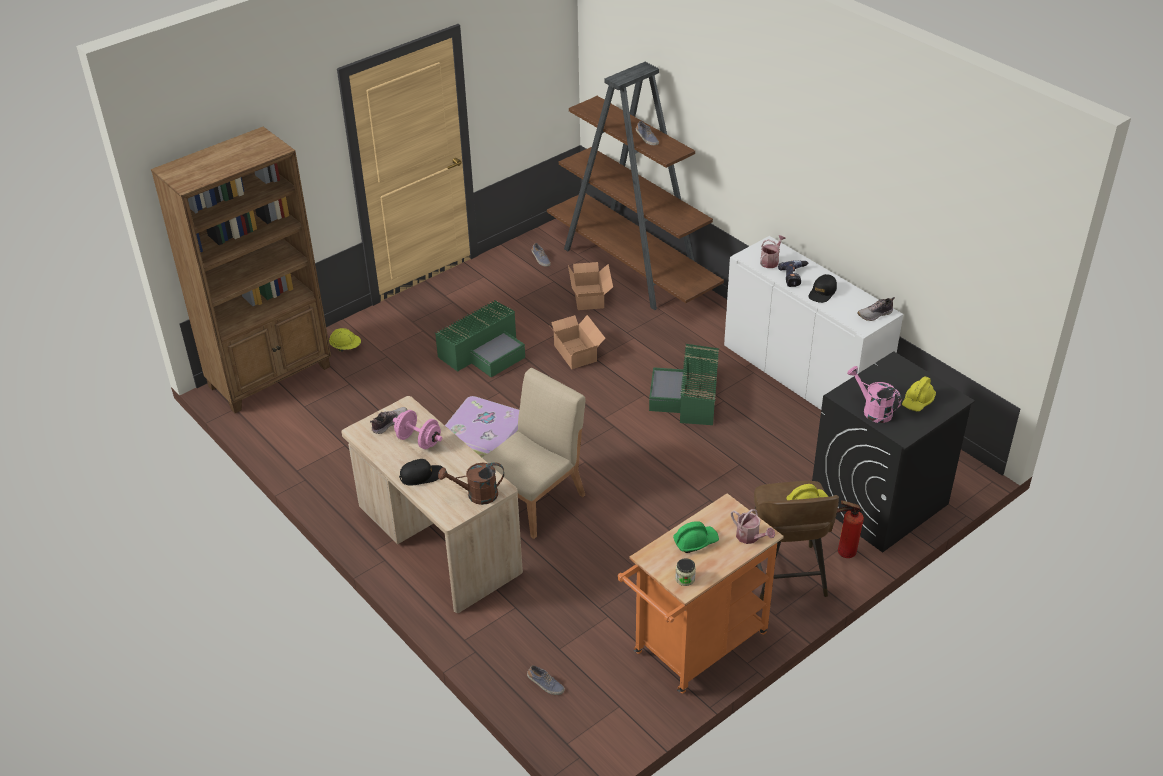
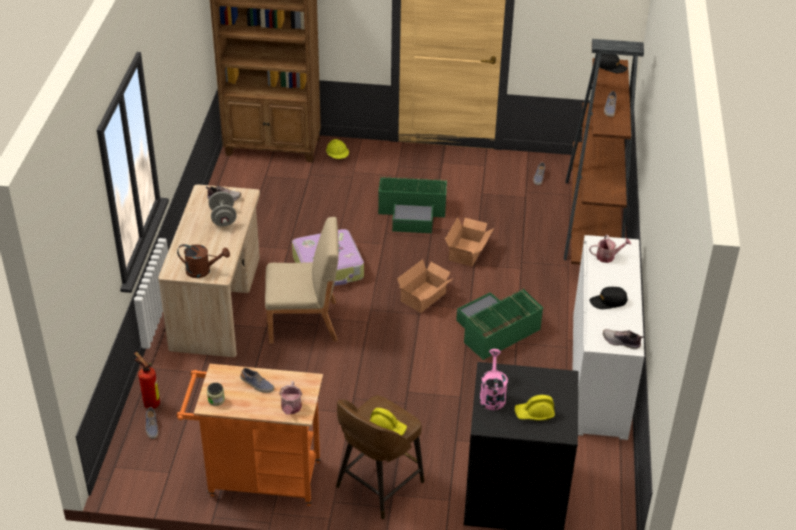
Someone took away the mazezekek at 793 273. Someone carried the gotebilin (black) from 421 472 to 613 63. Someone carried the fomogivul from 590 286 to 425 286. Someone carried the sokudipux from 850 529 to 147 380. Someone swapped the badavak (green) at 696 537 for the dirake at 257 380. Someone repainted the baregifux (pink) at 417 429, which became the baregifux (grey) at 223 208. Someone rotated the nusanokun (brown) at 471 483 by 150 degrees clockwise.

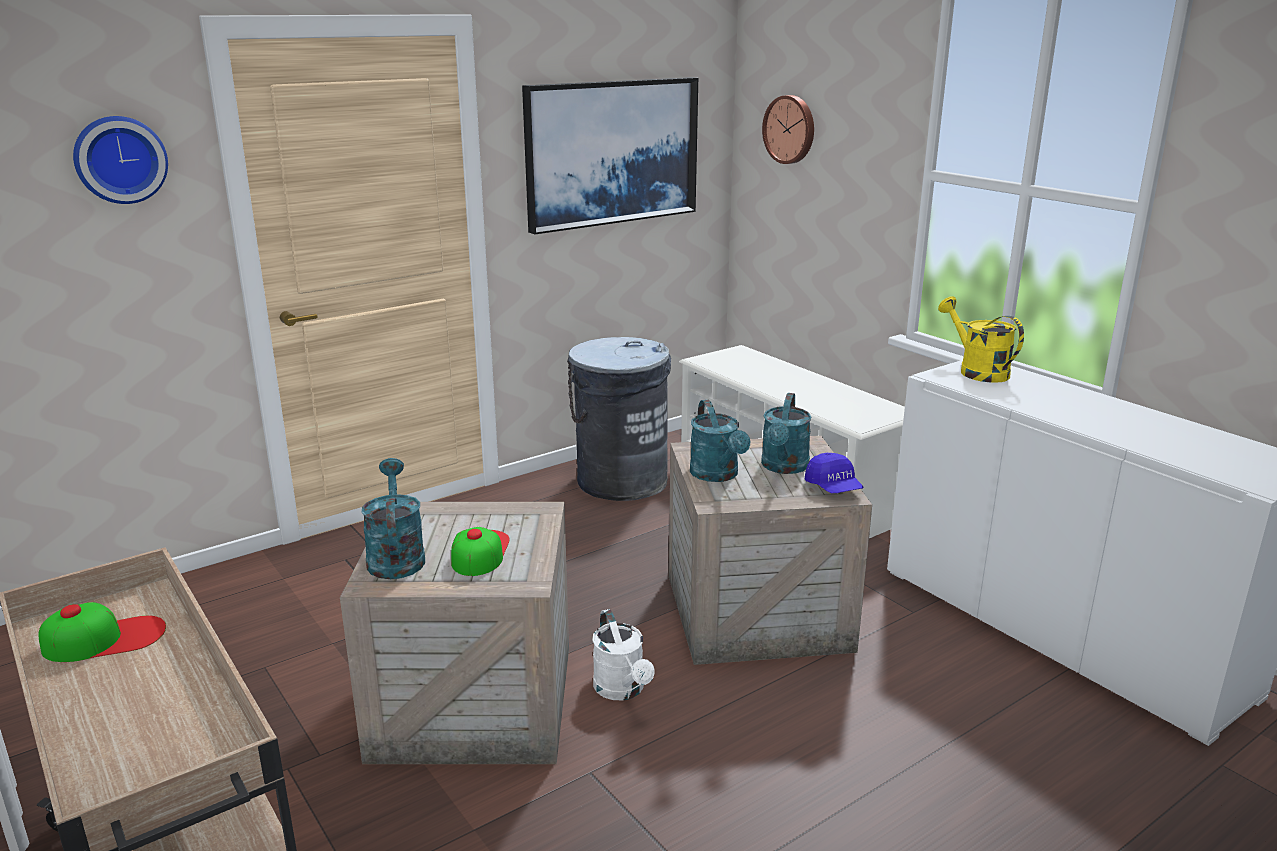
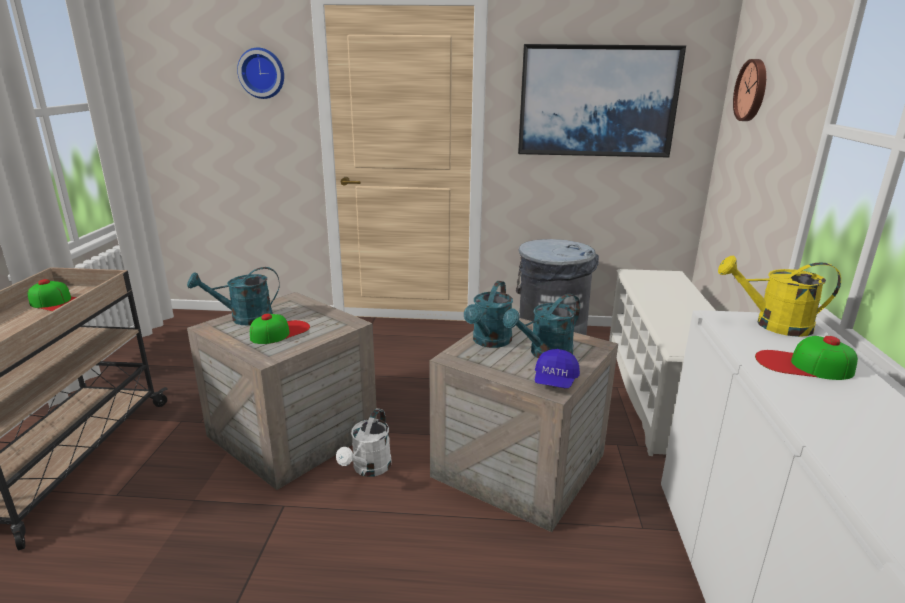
Someone put down the gotebilin at 806 358. Someone rotated the nusanokun (turquoise) at 393 518 by 135 degrees counterclockwise. Someone rotated the nusanokun (yellow) at 981 339 by 90 degrees counterclockwise.

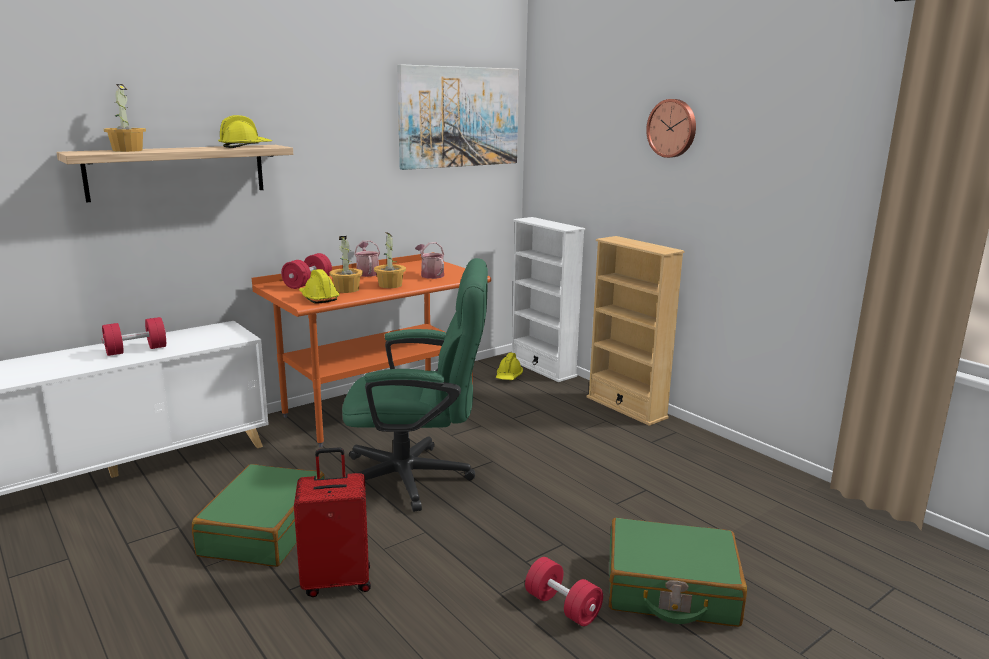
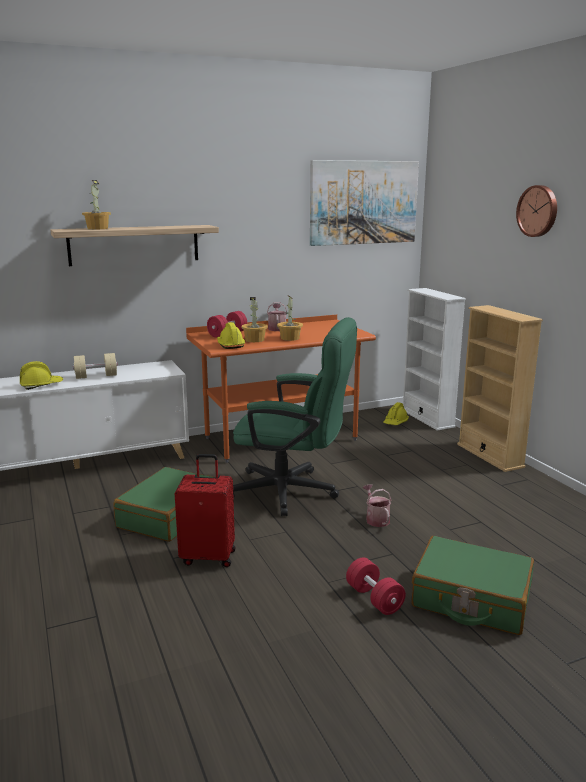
Someone carried the badavak (yellow) from 245 131 to 41 375. Someone carried the nusanokun from 429 260 to 377 505. Someone repainted the baregifux (red) at 134 336, which became the baregifux (beige) at 95 366.

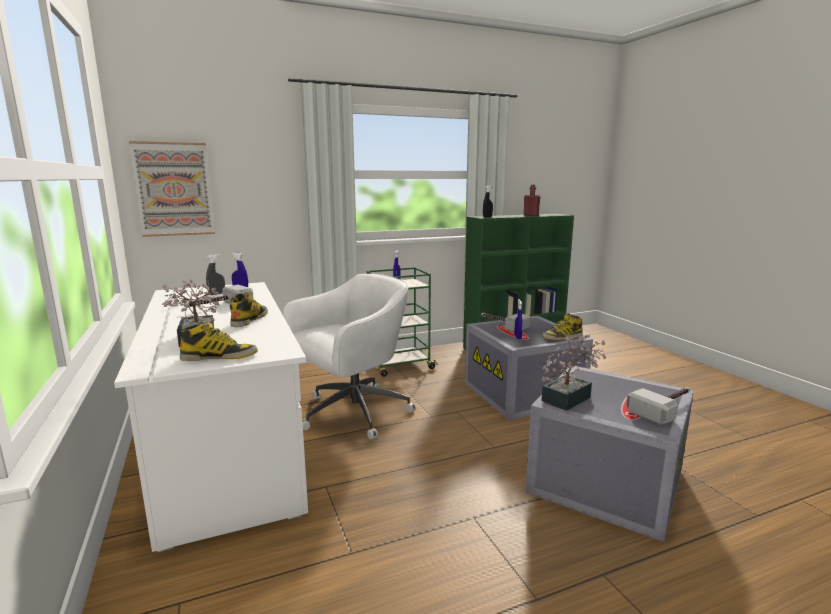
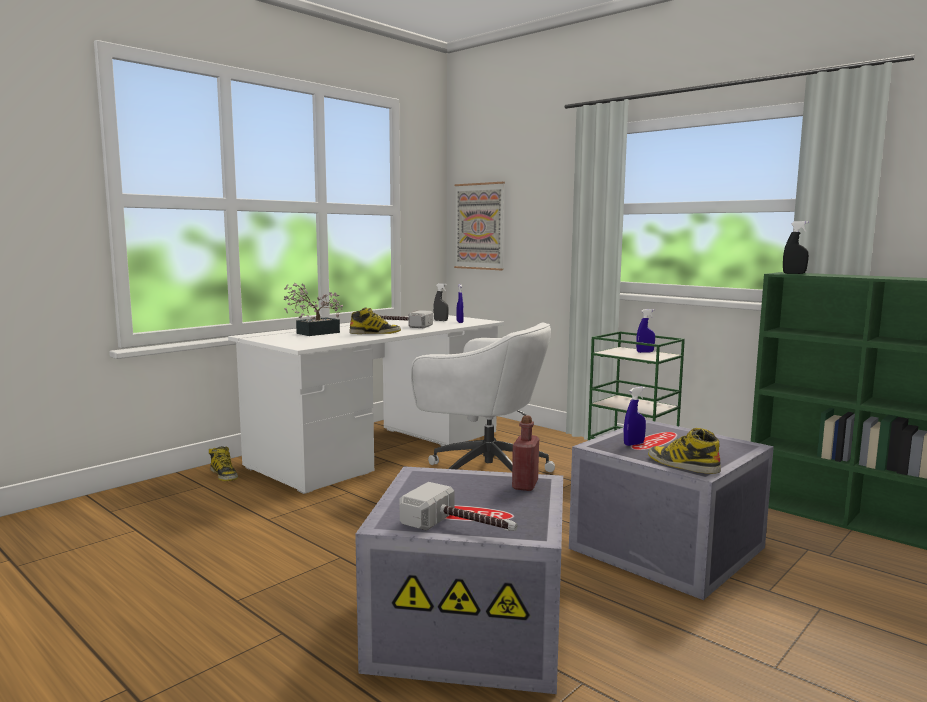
Someone took away the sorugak at 506 322. Someone took away the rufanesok at 573 373. Someone carried the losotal from 219 341 to 223 463. Someone carried the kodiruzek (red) from 532 200 to 525 453.

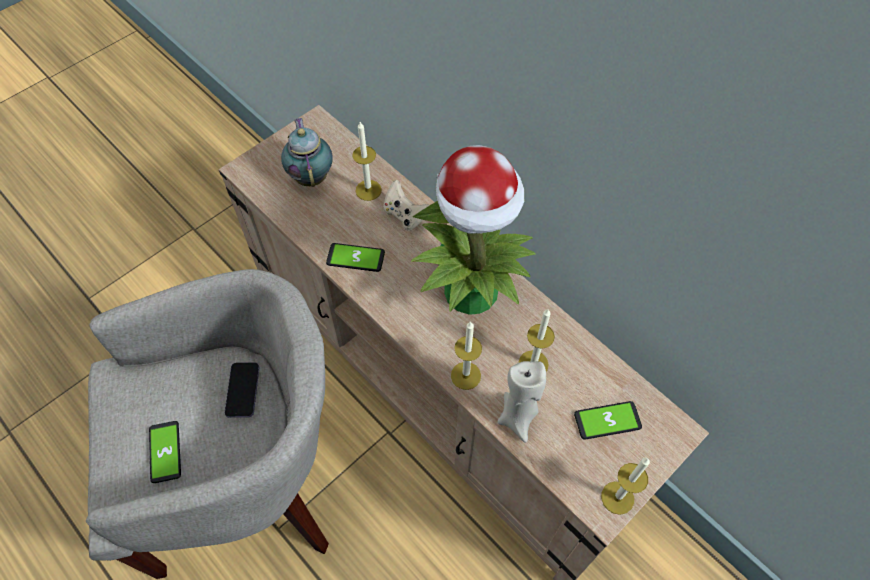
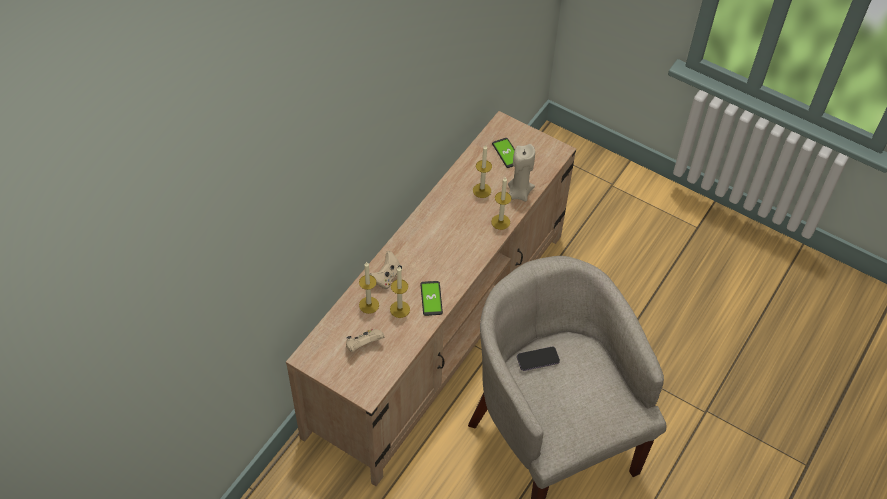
Someone took away the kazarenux at 165 452. Someone took away the rufanesok at 473 230. Someone carried the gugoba from 625 486 to 400 292. Someone swapped the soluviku at 307 152 for the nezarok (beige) at 365 340.

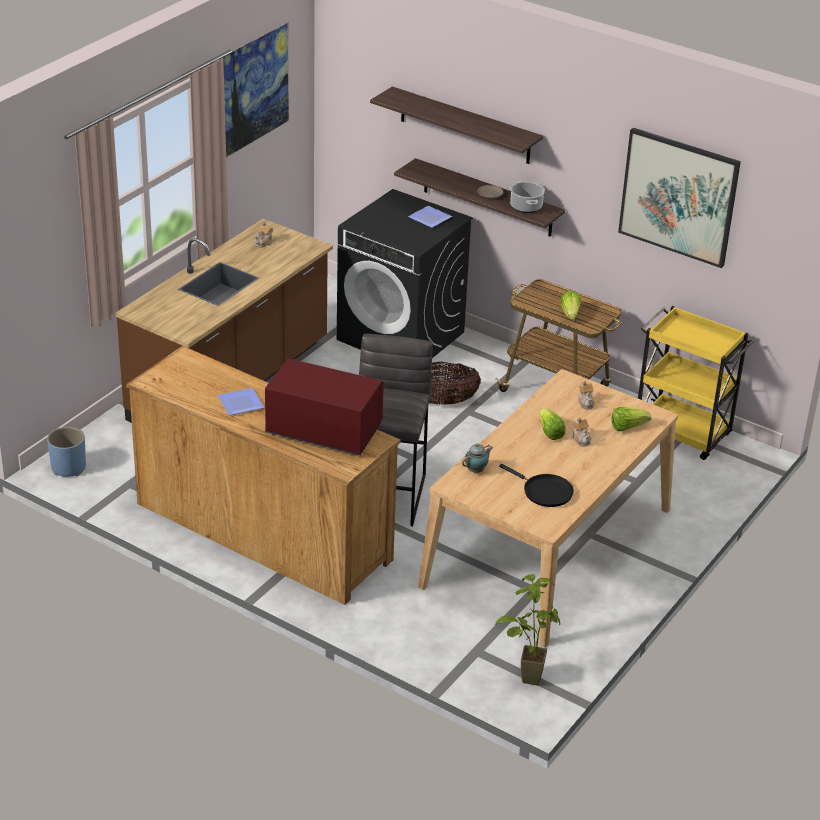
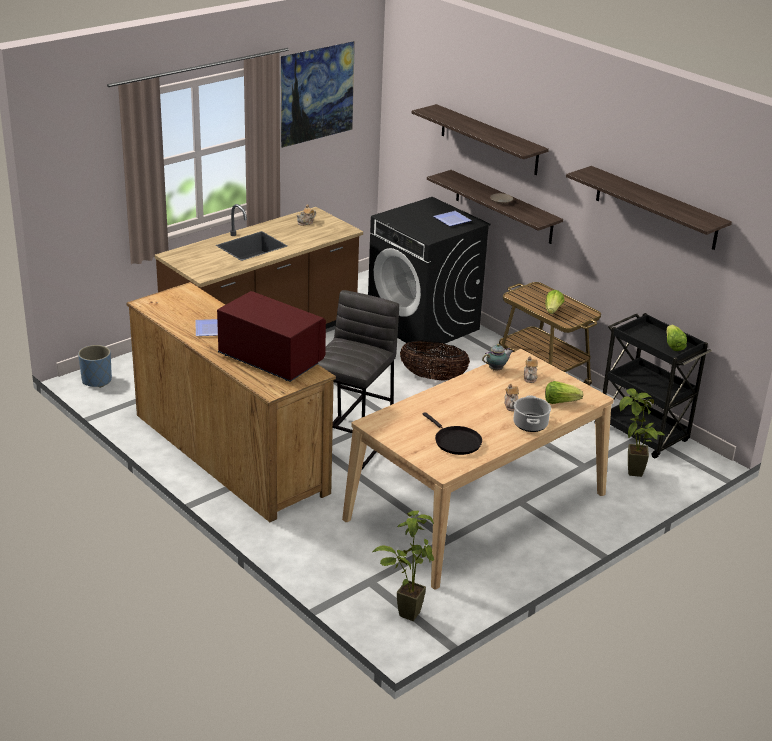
Someone put down the rufanesok at 642 432. Someone carried the soluviku from 477 458 to 498 357. Someone carried the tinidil from 527 197 to 532 413. Someone carried the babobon from 552 424 to 676 338. Someone swapped the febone at 679 198 for the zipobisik at 649 208. Someone repainted the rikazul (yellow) at 696 383, which became the rikazul (black) at 657 385.

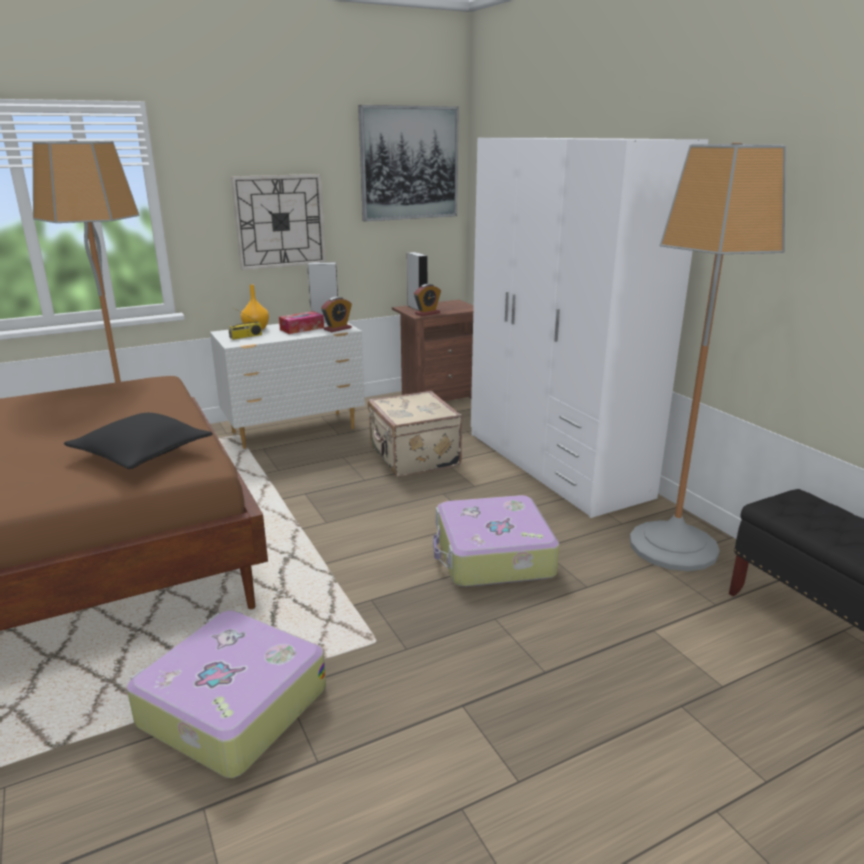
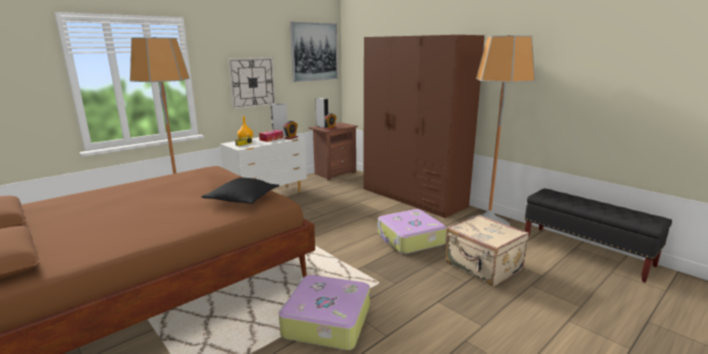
Someone carried the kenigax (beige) from 415 434 to 487 251. Someone repainted the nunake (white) at 590 328, which became the nunake (brown) at 424 126.

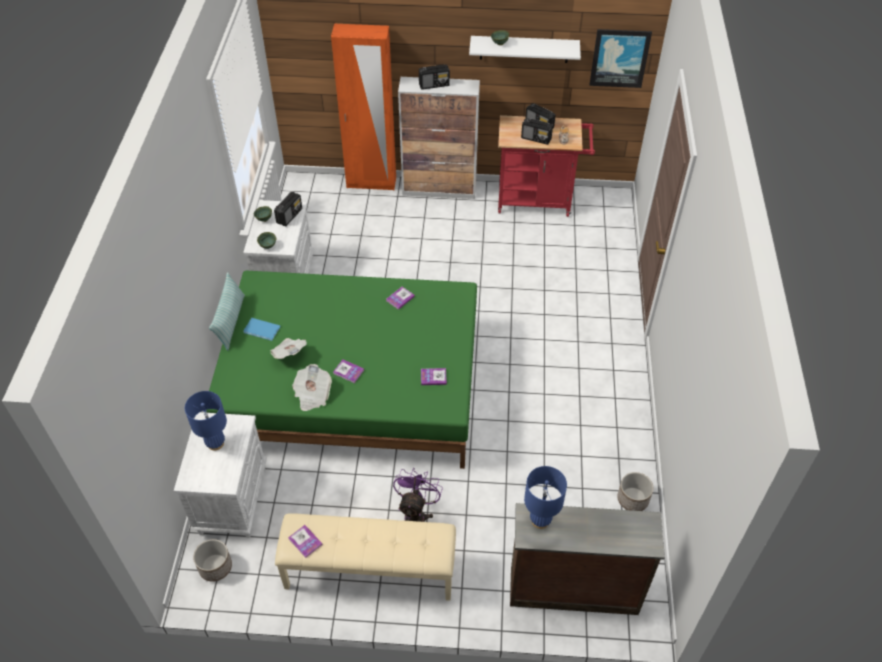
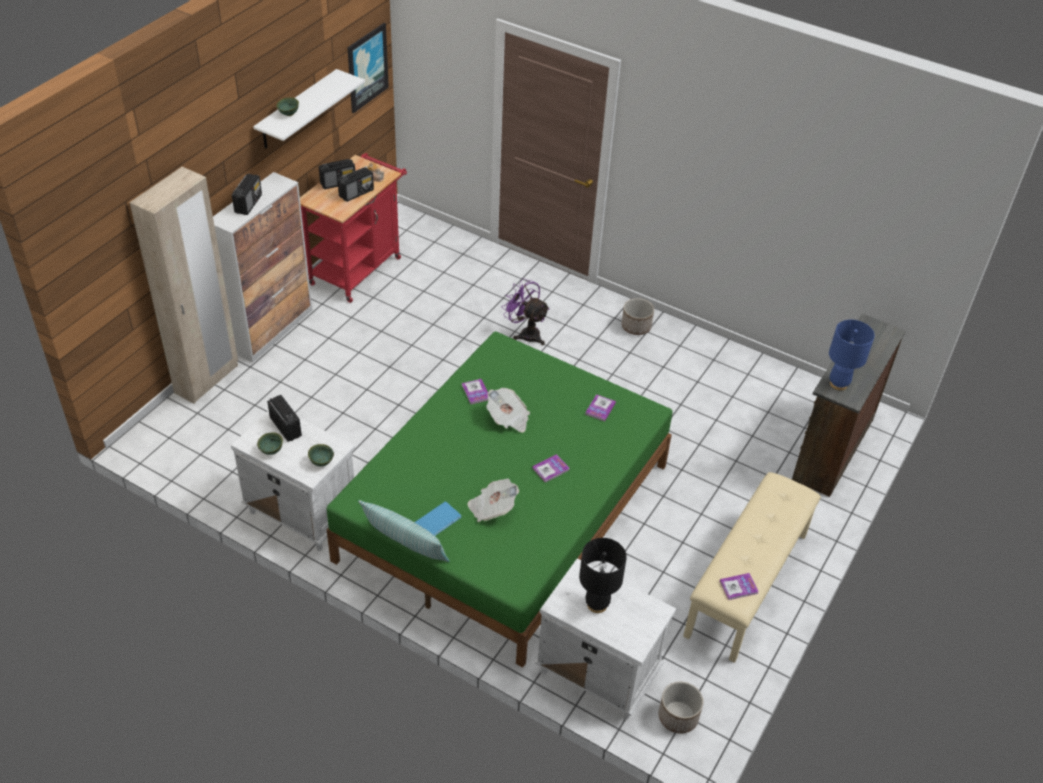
Someone carried the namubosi from 312 387 to 508 410. Someone carried the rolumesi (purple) from 418 495 to 526 311. Someone carried the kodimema from 635 491 to 638 316. Someone repainted the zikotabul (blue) at 206 421, which became the zikotabul (black) at 603 575. Someone repainted the nunake (orange) at 363 107, which became the nunake (beige) at 183 285.

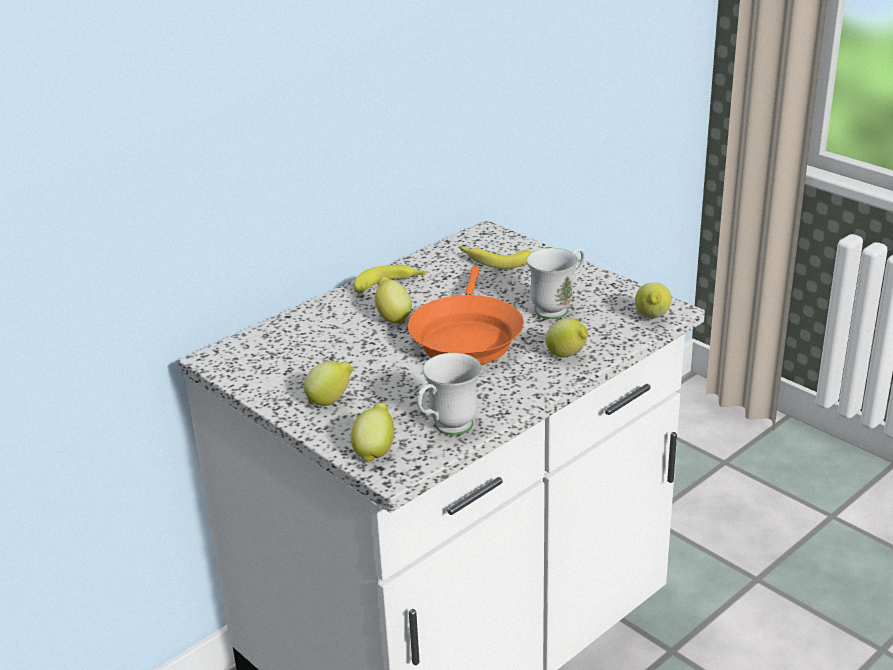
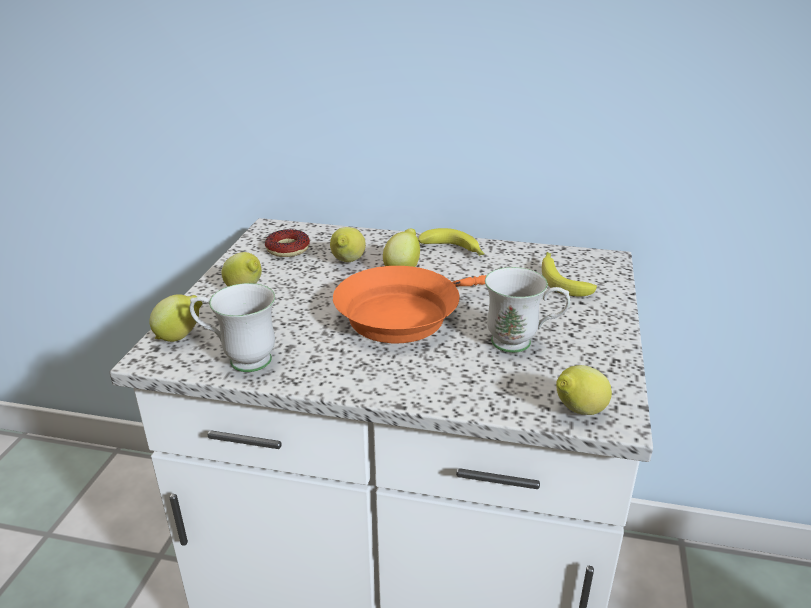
Someone put down the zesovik at 287 243. Someone carried the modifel from 566 338 to 348 244.

